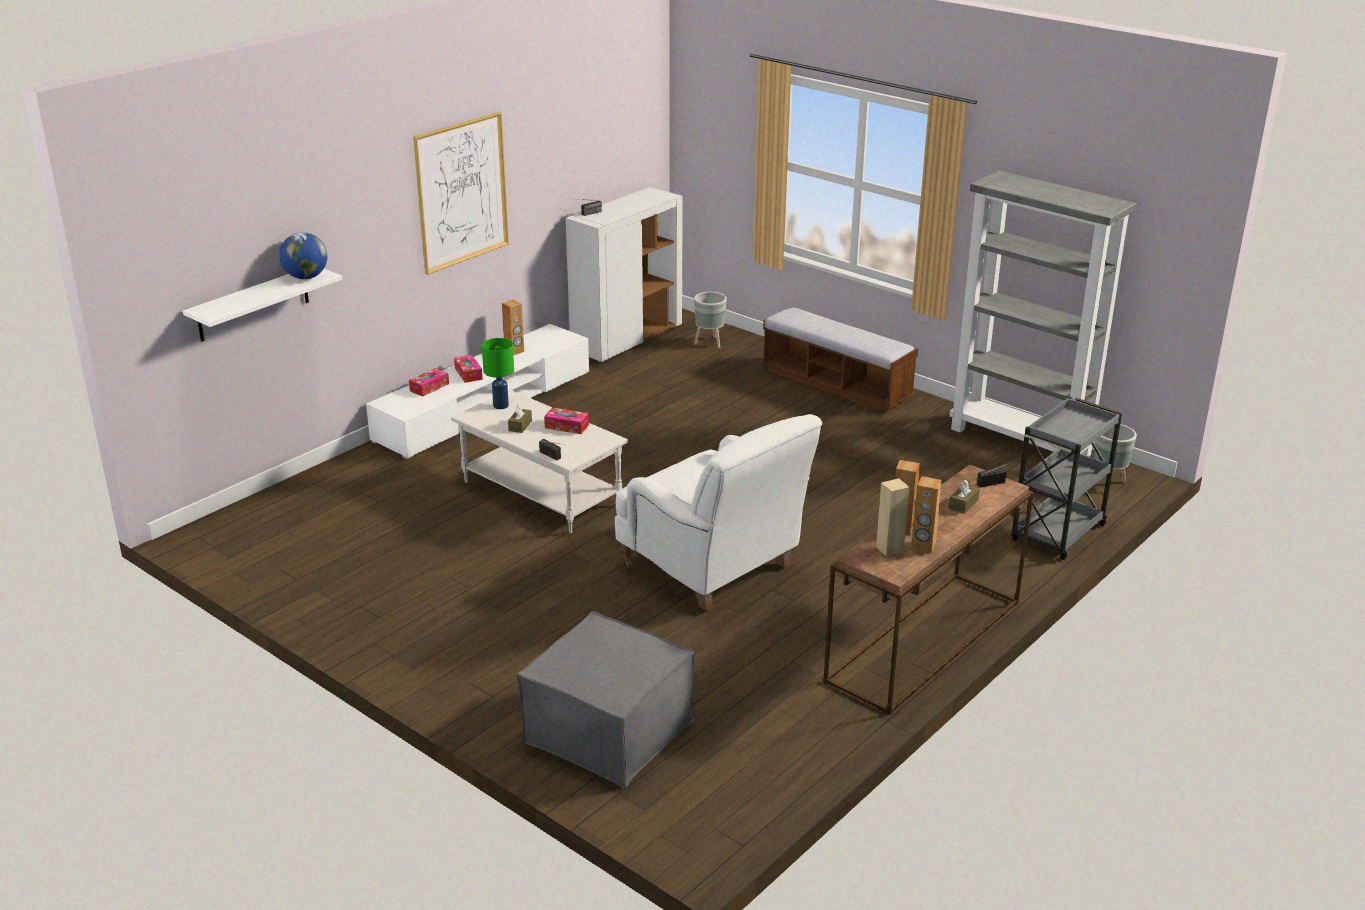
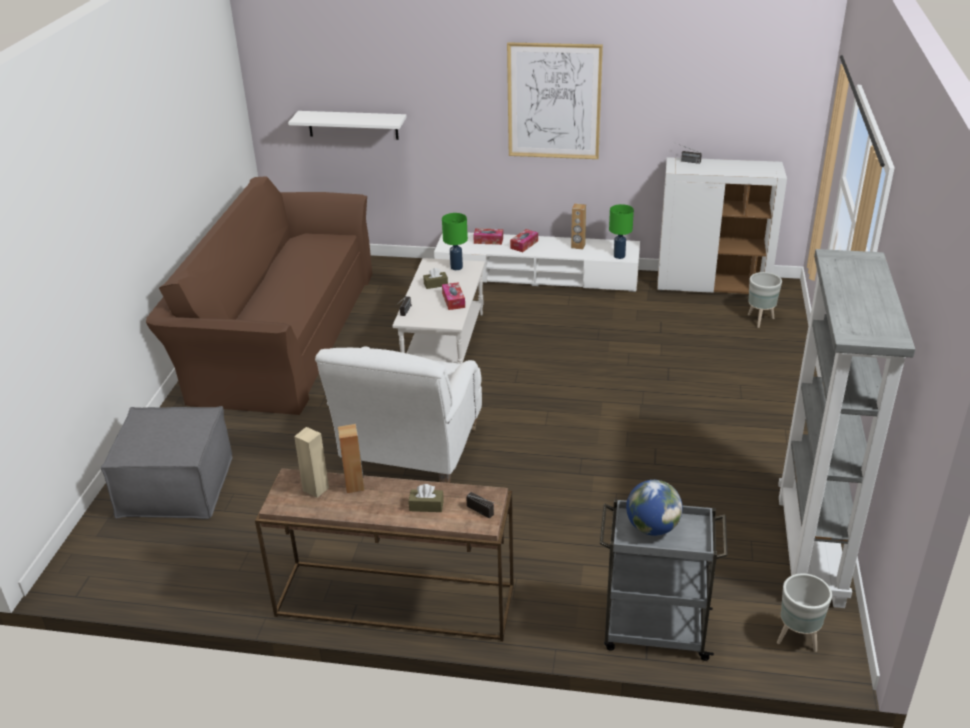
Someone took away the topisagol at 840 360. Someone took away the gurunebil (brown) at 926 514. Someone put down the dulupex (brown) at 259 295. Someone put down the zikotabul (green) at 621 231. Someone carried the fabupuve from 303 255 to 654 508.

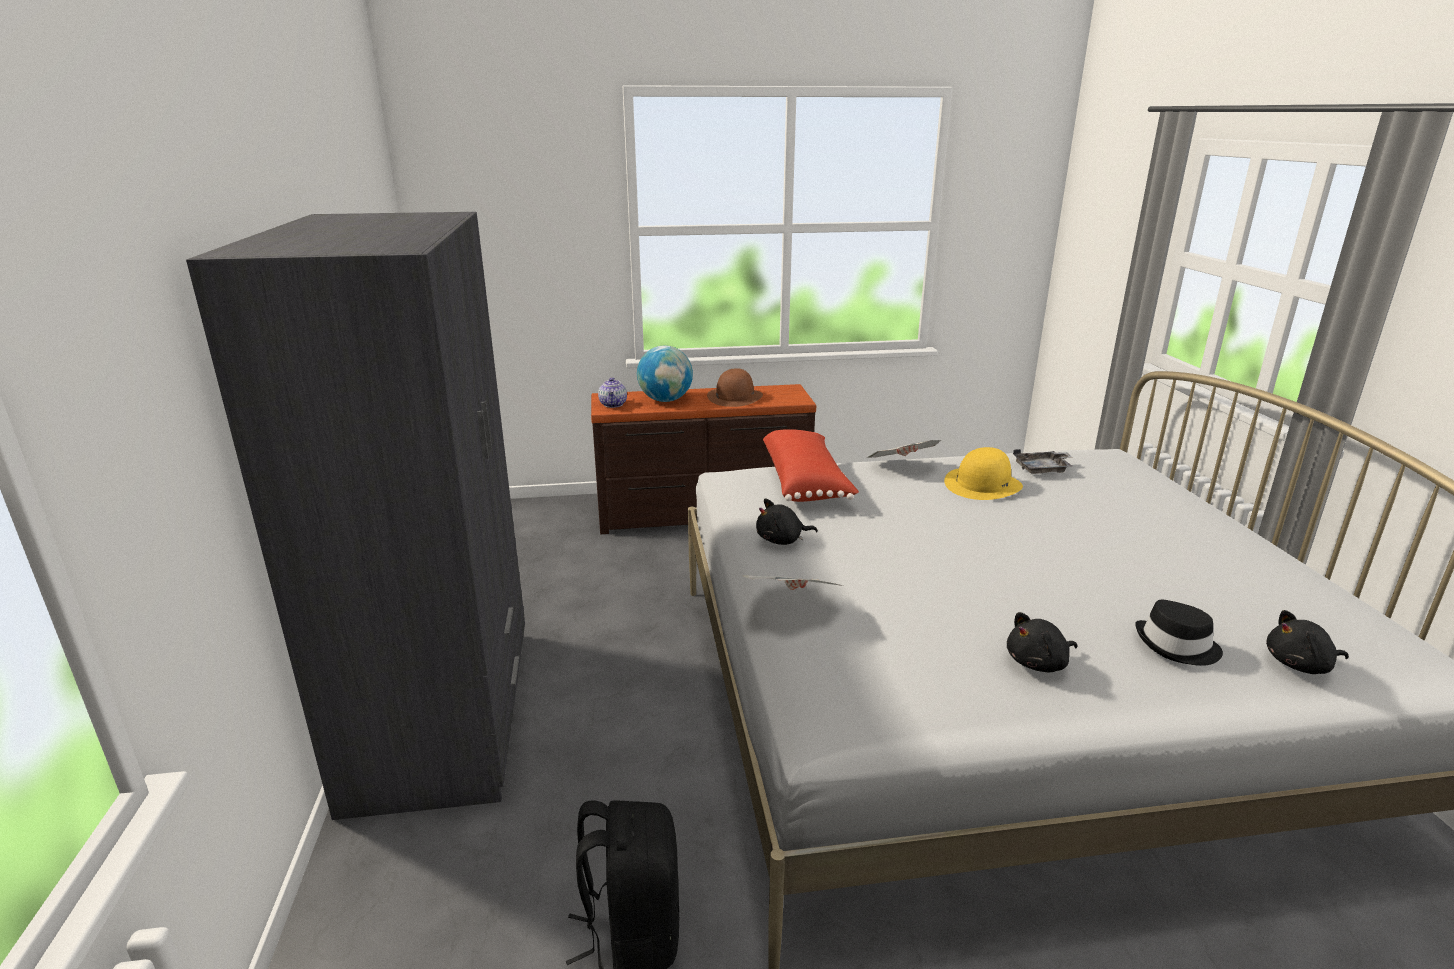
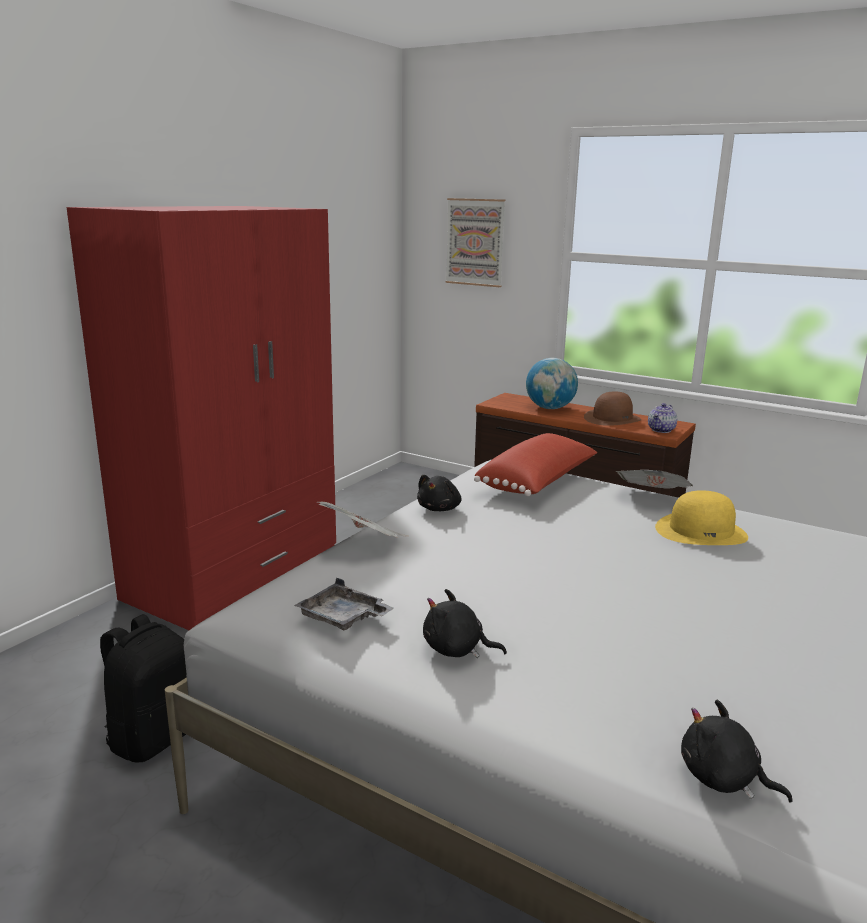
Someone took away the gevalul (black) at 1179 633. Someone put up the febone at 475 242. Someone carried the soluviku from 612 393 to 662 418. Someone carried the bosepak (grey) from 1042 461 to 344 604. Someone repainted the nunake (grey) at 355 516, which became the nunake (red) at 201 418. Someone rotated the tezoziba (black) at 787 522 by 90 degrees counterclockwise.

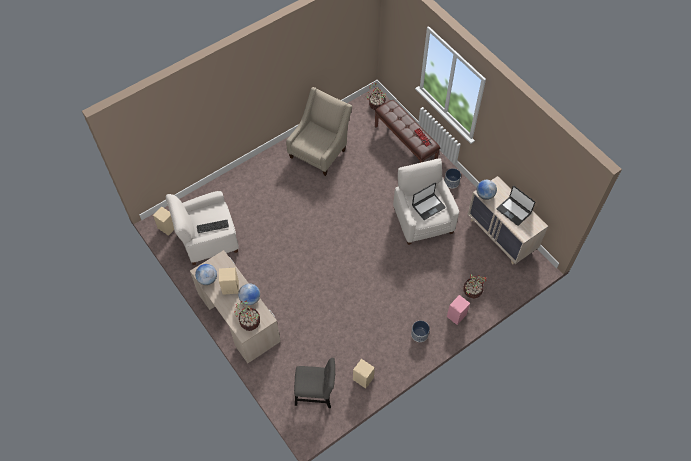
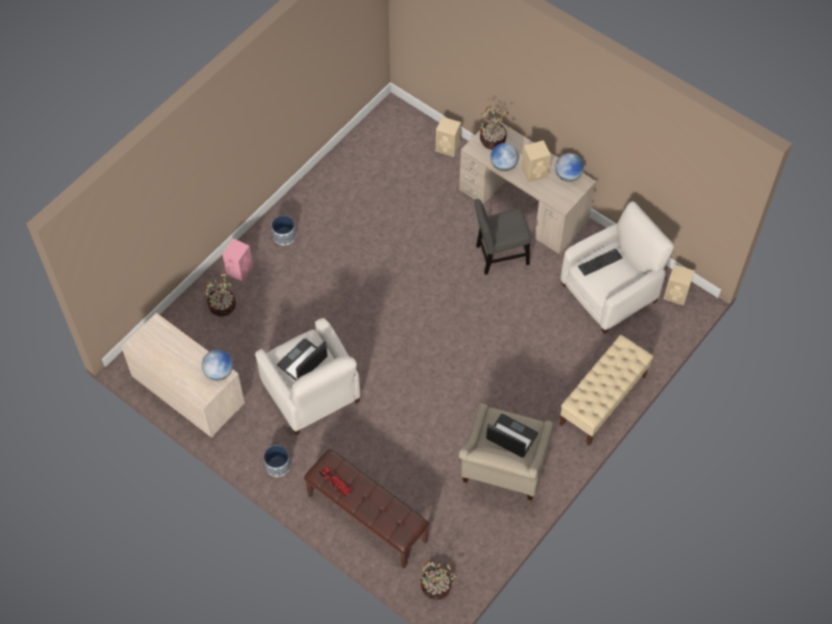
Someone put down the topisagol (beige) at 606 390. Someone carried the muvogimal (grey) from 314 383 to 502 237. Someone carried the gurunebil (beige) from 364 374 to 448 137. Someone carried the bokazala from 516 206 to 512 436.

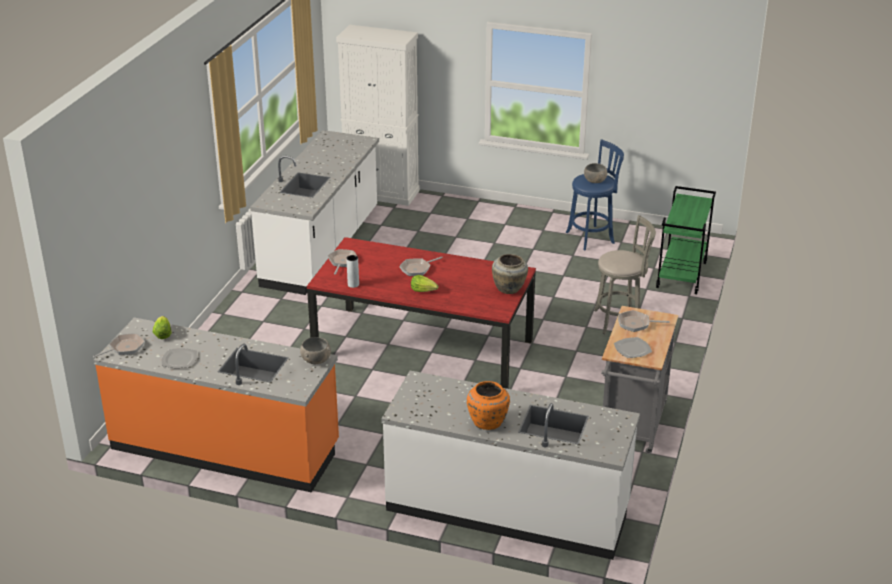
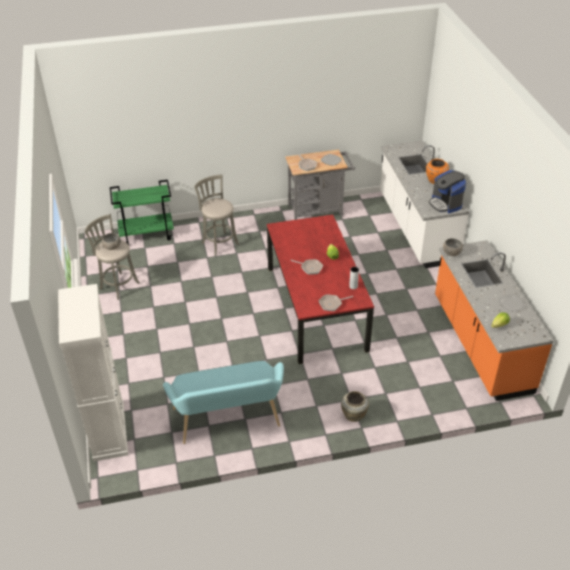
Someone took away the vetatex at 119 345. Someone put down the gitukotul at 447 192. Someone carried the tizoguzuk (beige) from 510 274 to 355 406. Someone swapped the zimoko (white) at 314 212 for the topisagol (turquoise) at 223 402. Someone repainted the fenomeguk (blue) at 595 195, which became the fenomeguk (grey) at 112 257.

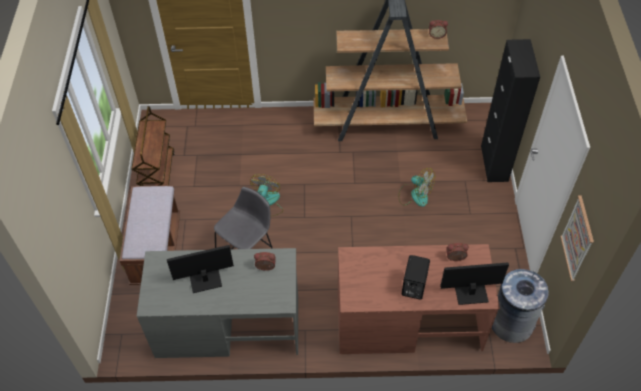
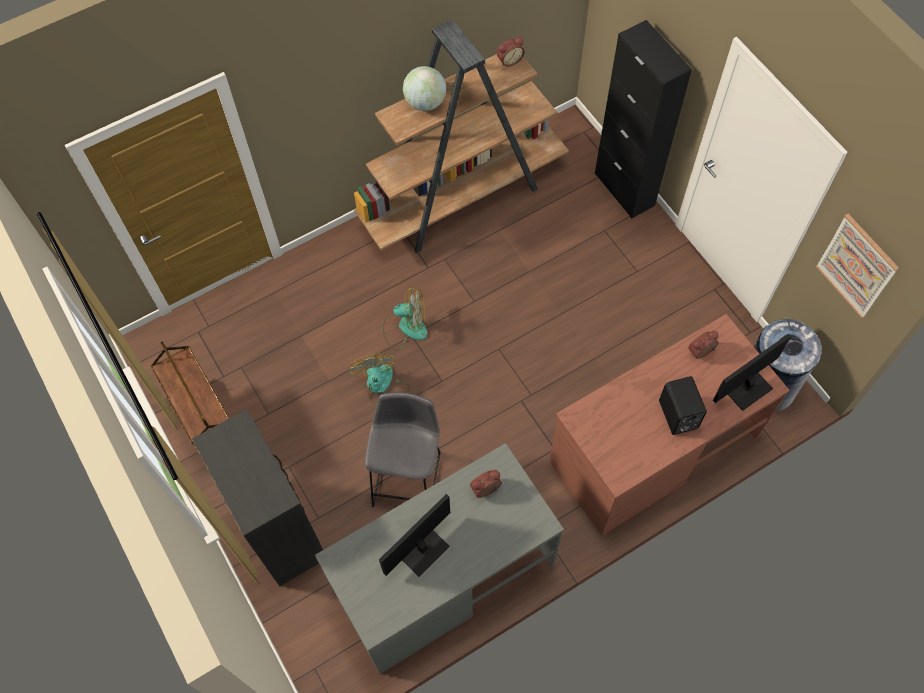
Someone put down the fabupuve at 424 88. Someone carried the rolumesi from 416 187 to 405 318. Someone swapped the topisagol (brown) at 149 235 for the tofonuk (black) at 257 497.

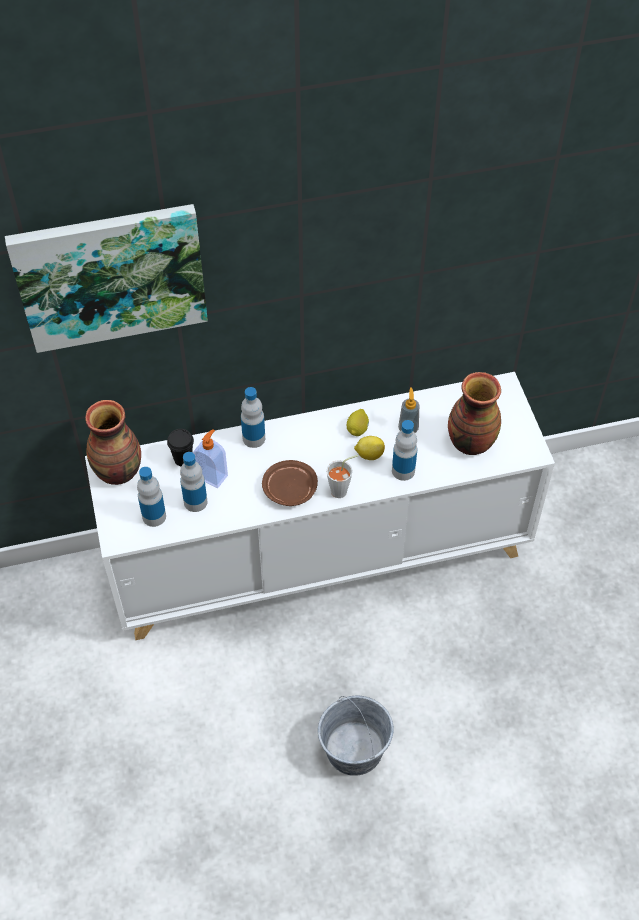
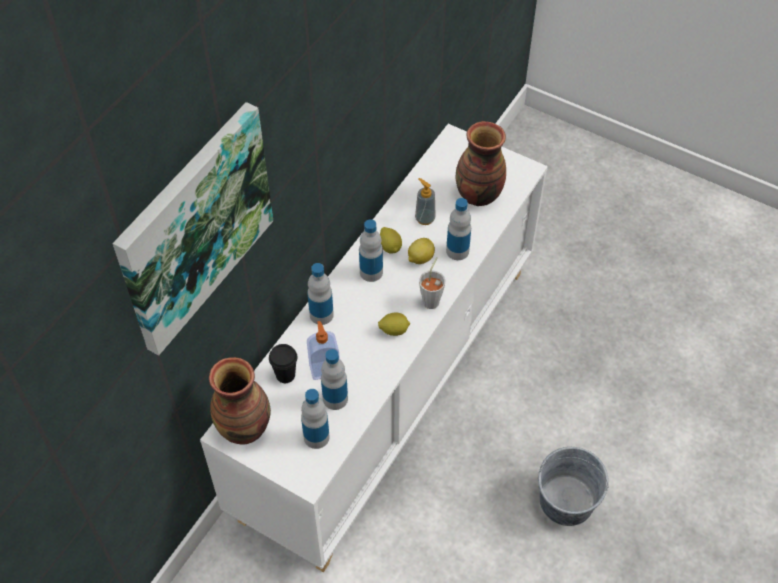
Someone put down the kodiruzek at 371 250. Someone swapped the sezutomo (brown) at 290 483 for the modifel at 394 324.

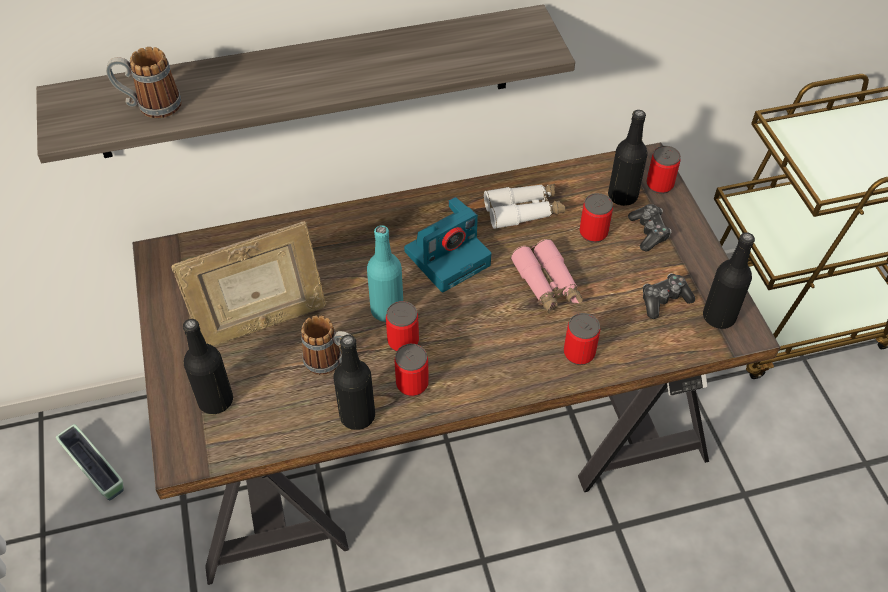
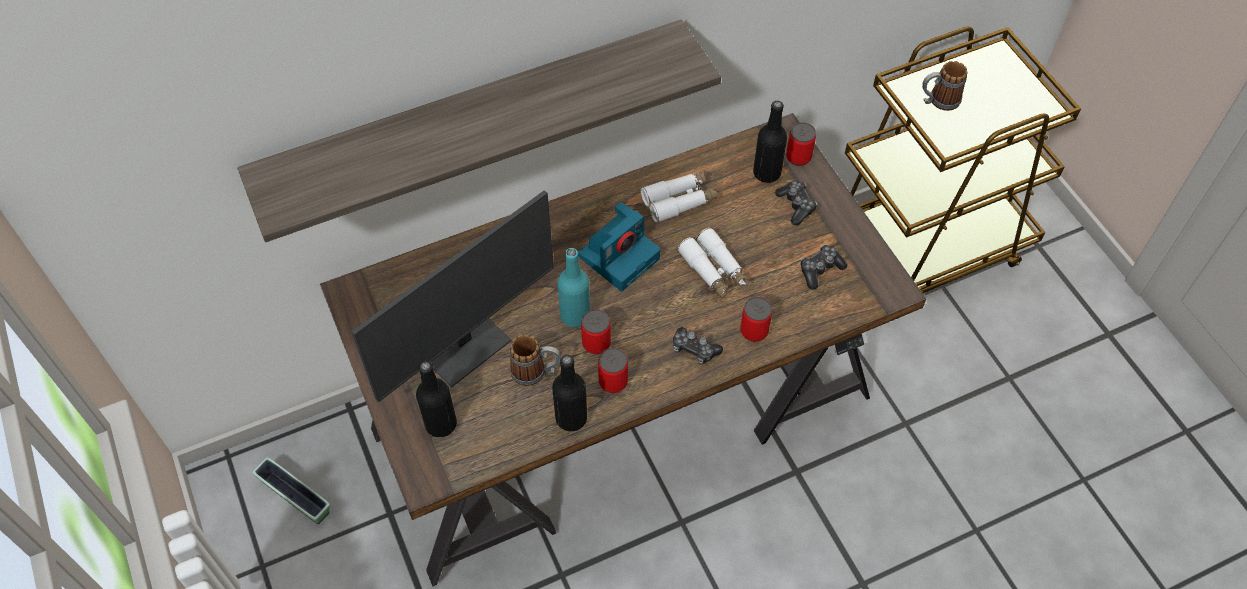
Someone took away the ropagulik at 596 218. Someone took away the kodiruzek (black) at 729 280. Someone put down the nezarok at 698 346. Someone carried the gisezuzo from 144 82 to 944 86. Someone swapped the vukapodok at 248 284 for the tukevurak at 453 296. Someone repainted the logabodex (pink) at 547 276, which became the logabodex (white) at 714 263.

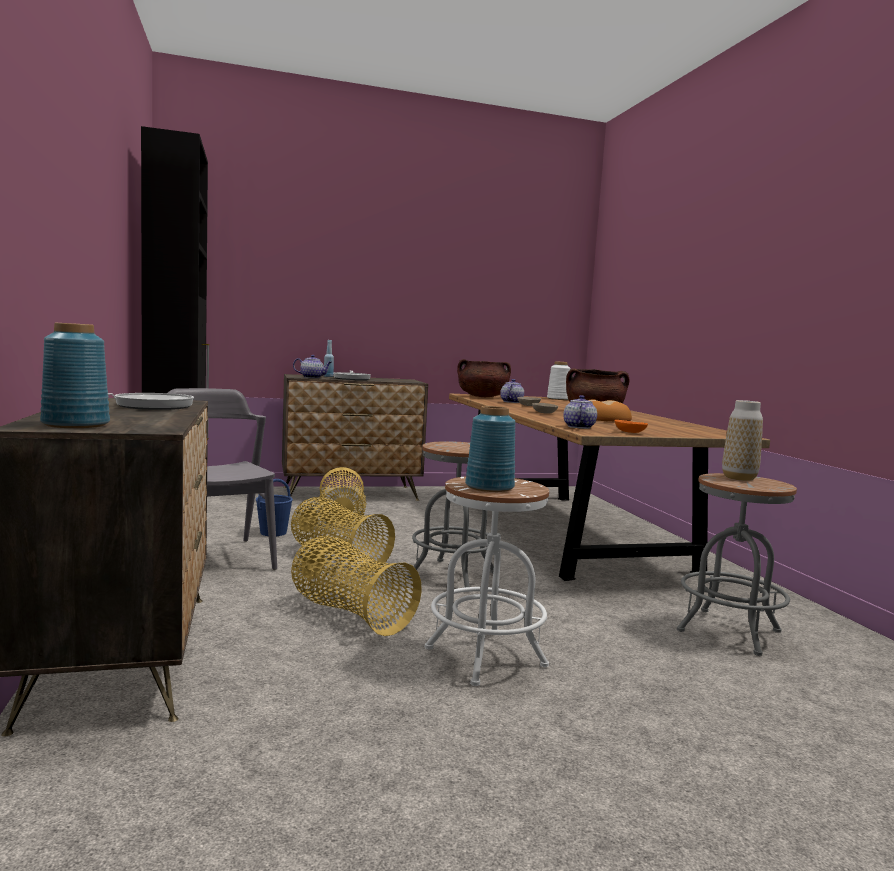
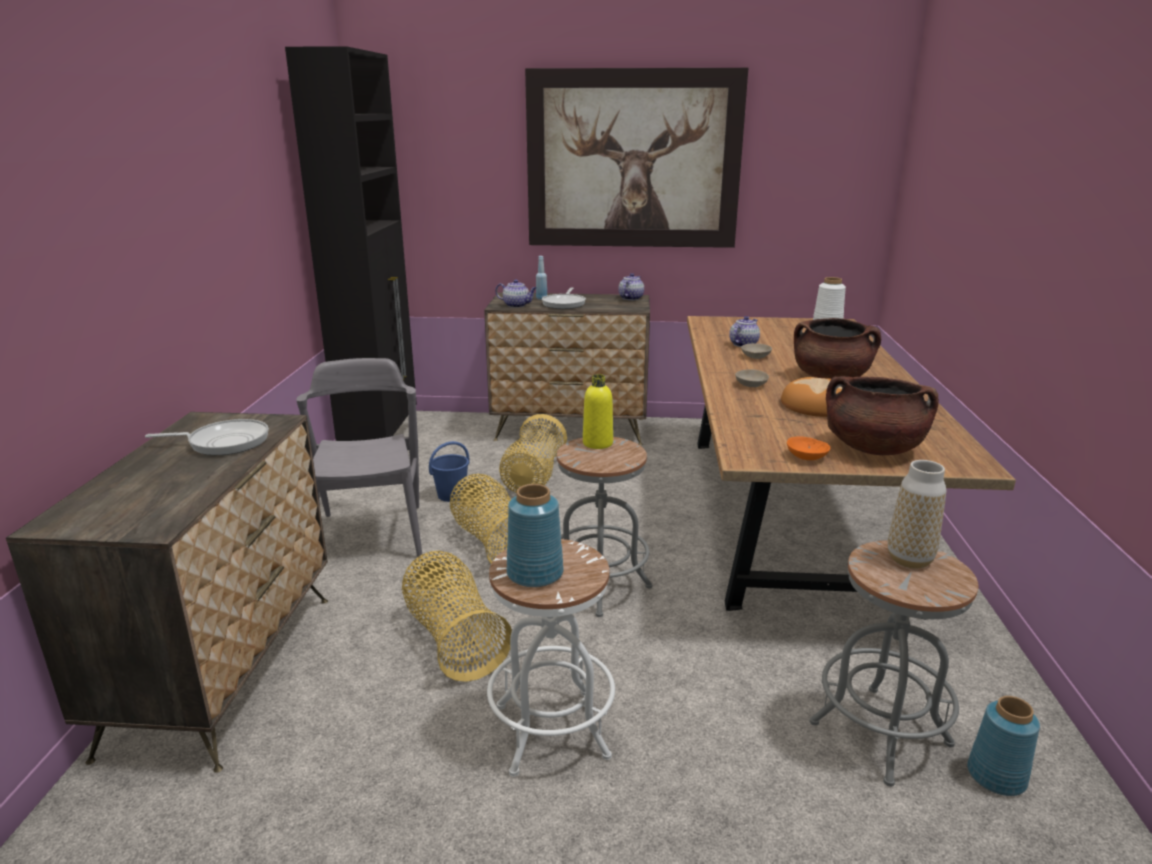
Someone put up the febone at 636 158. Someone put down the kodiruzek (yellow) at 598 411. Someone carried the tizoguzuk (blue) from 75 375 to 1003 746. Someone carried the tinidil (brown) from 484 378 to 882 415. Someone carried the soluviku from 580 412 to 631 286.

